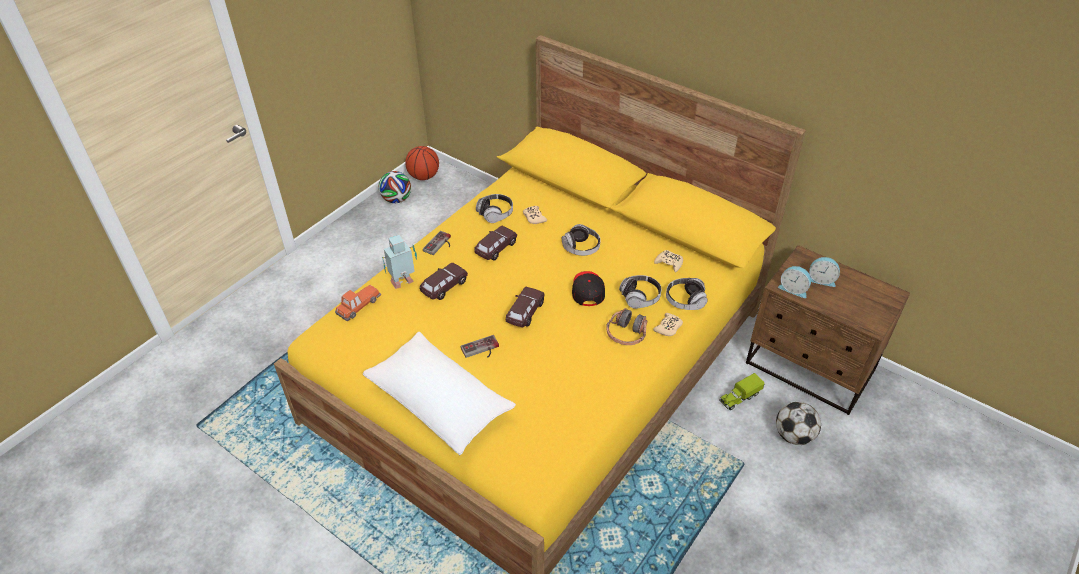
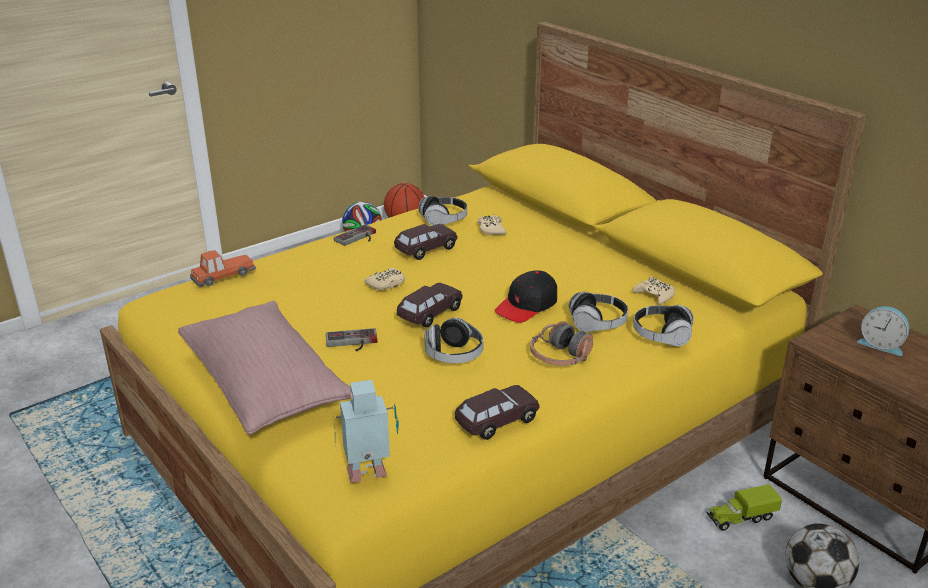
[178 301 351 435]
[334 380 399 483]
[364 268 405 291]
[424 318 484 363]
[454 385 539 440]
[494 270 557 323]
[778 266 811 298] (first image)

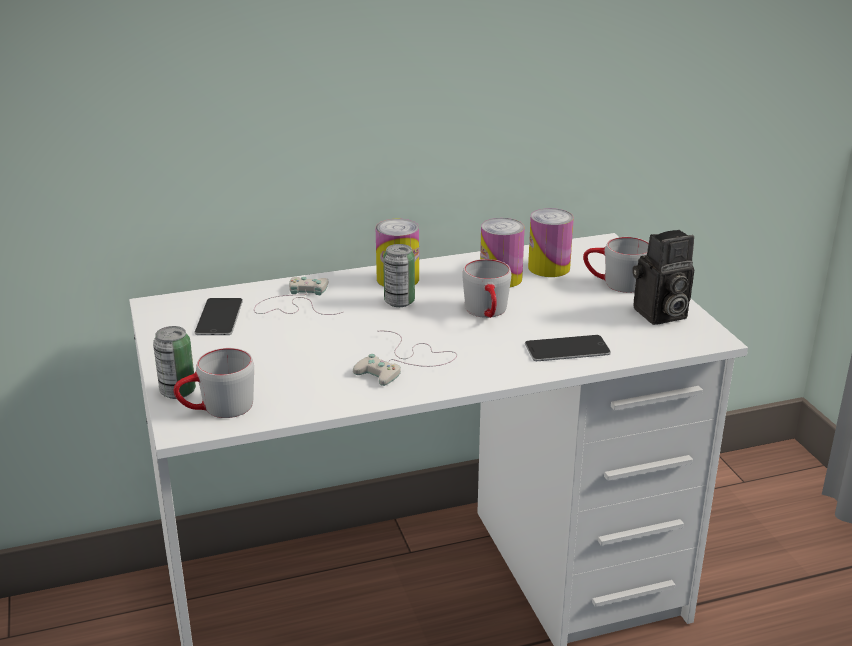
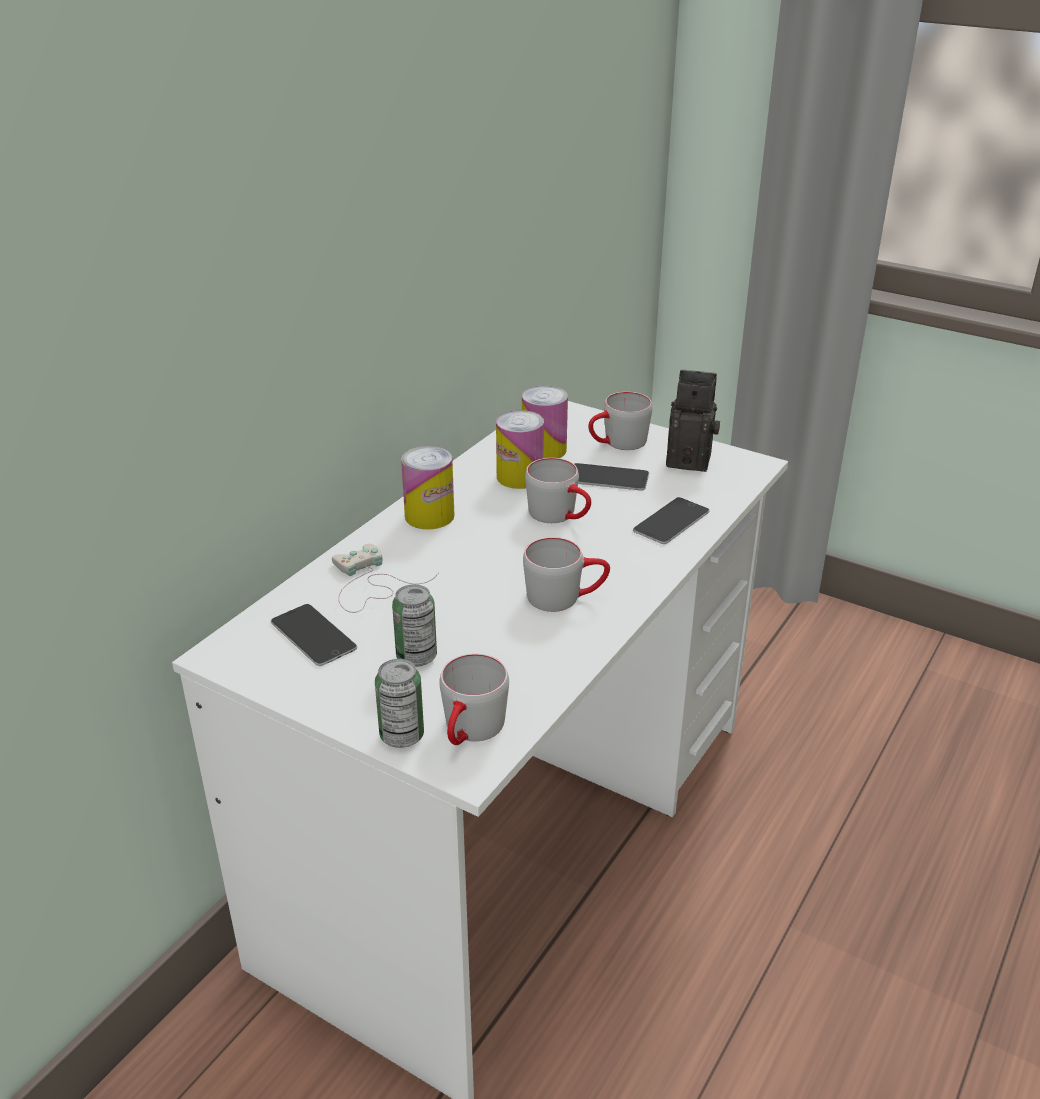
[392 584 437 667]
[523 537 610 612]
[574 463 649 491]
[666 370 720 472]

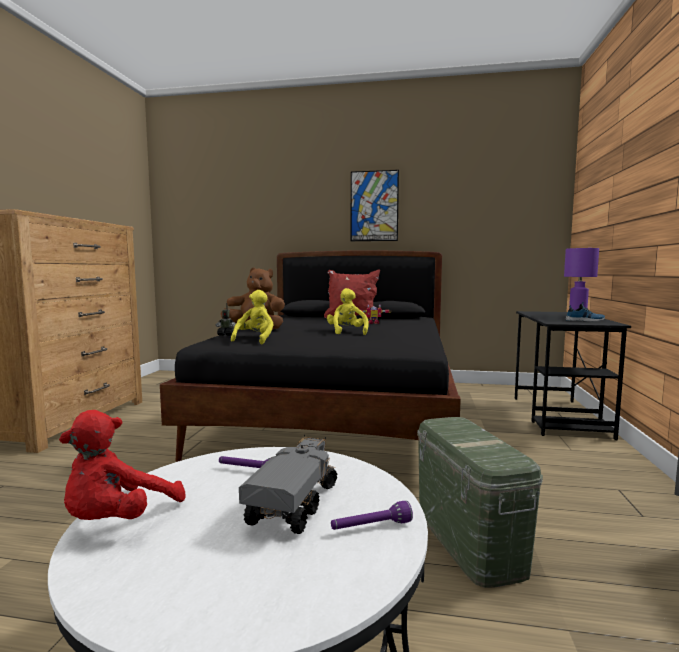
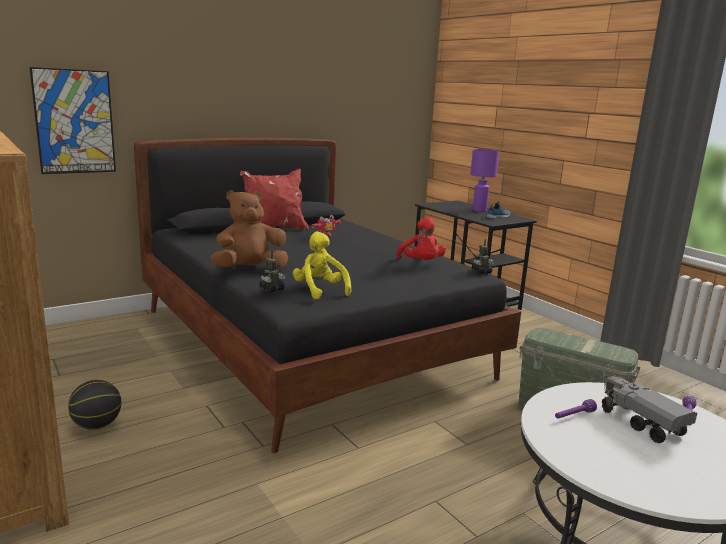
[30 67 116 174]
[68 380 121 430]
[397 217 446 260]
[472 239 495 274]
[327 288 369 335] (first image)

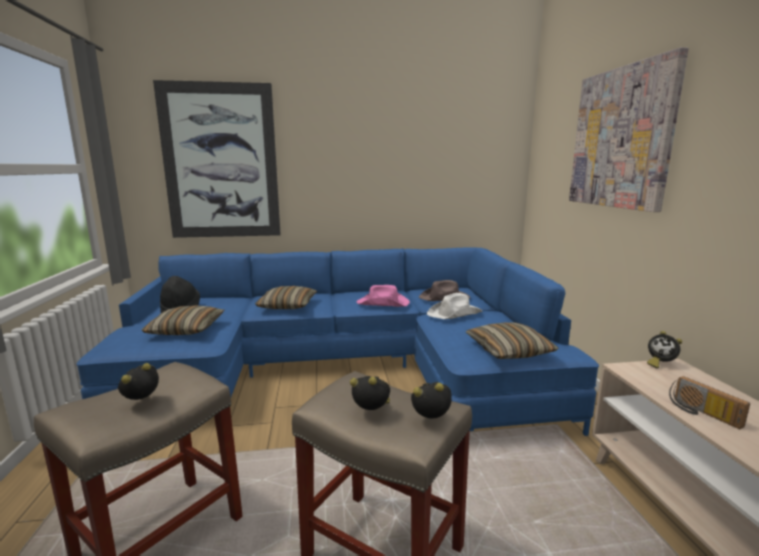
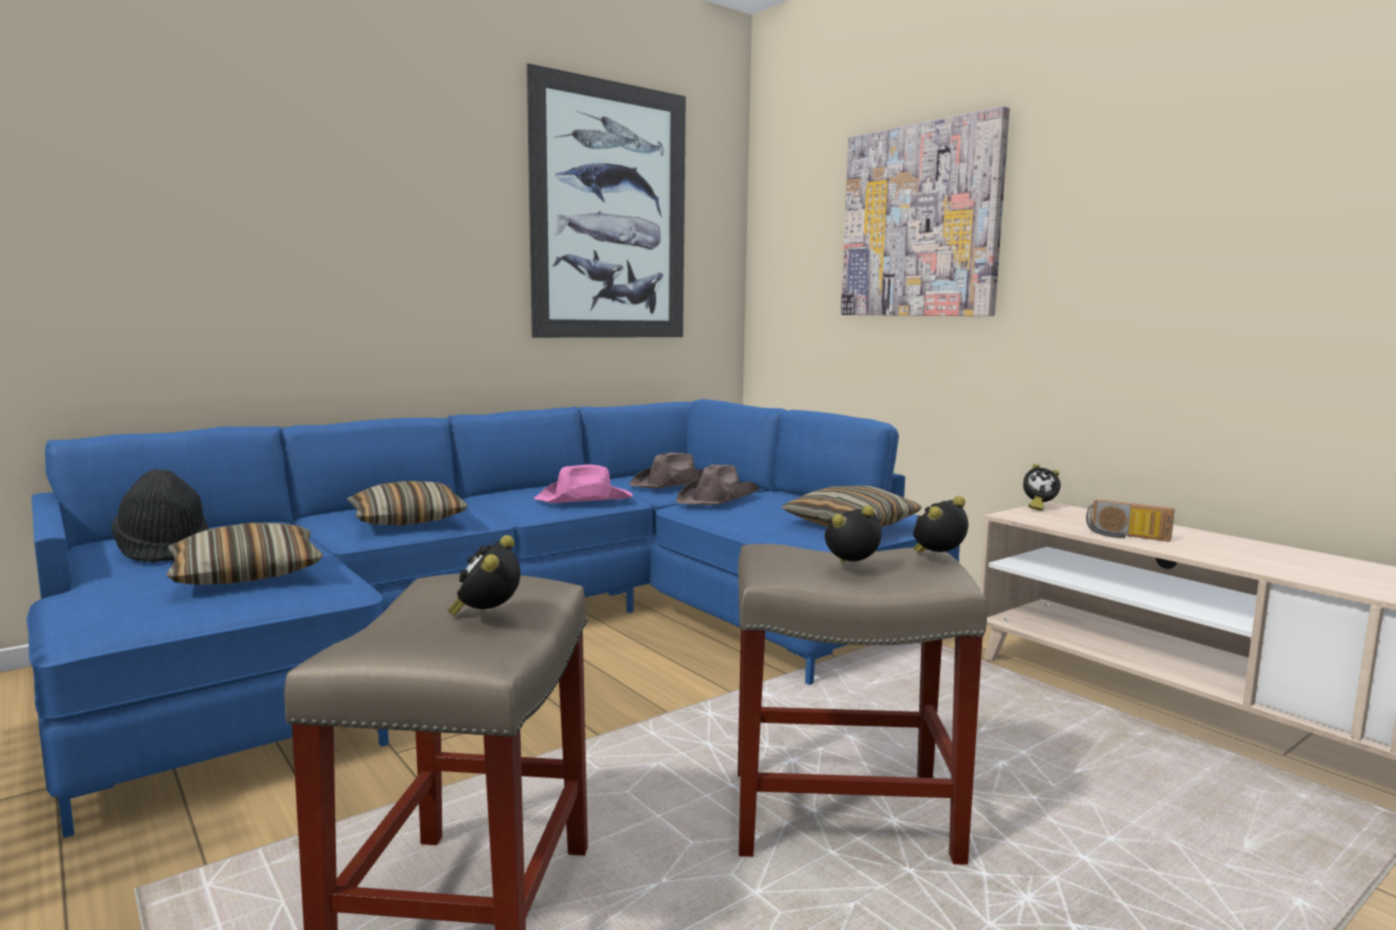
[527 63 686 338]
[676 465 759 505]

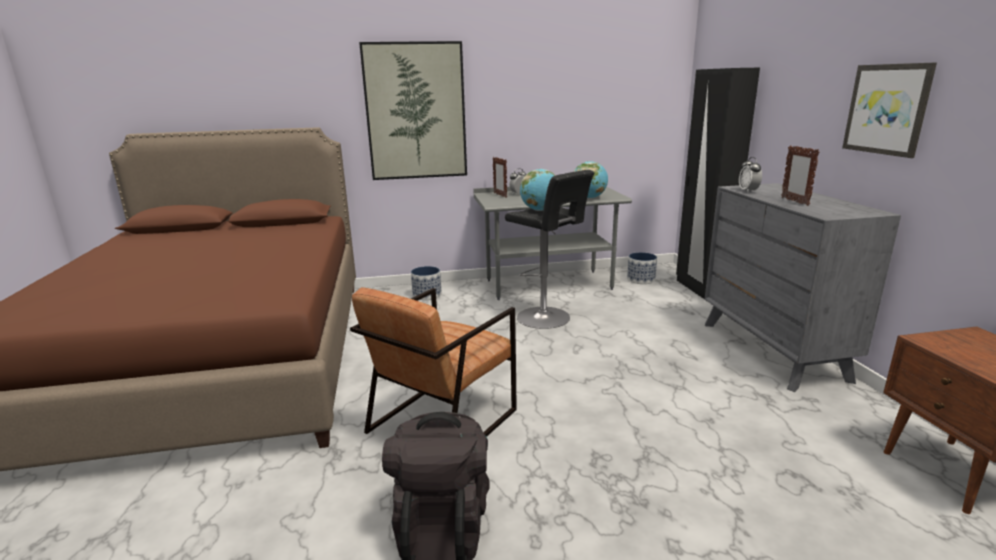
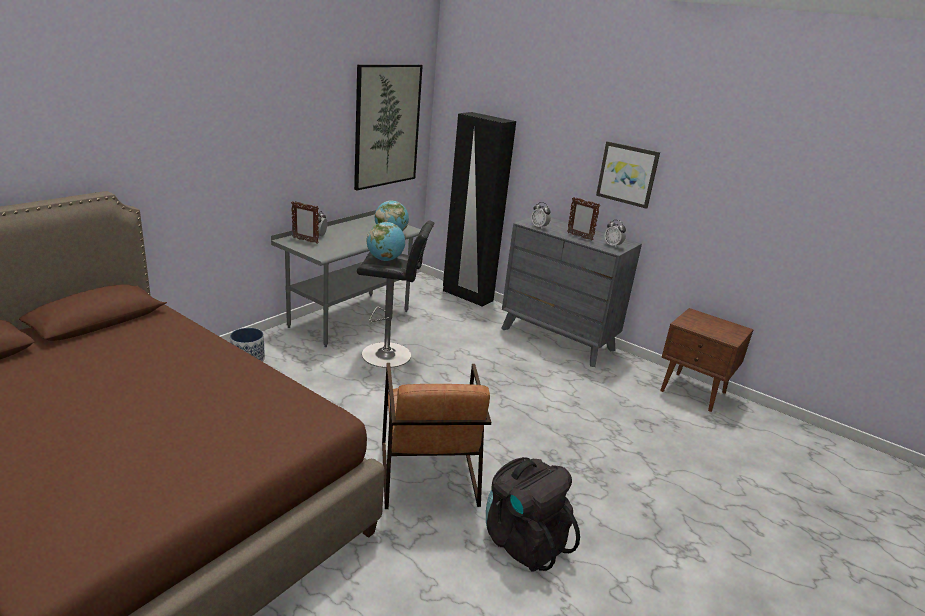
[354 64 423 190]
[605 220 626 247]
[627 252 657 284] (first image)

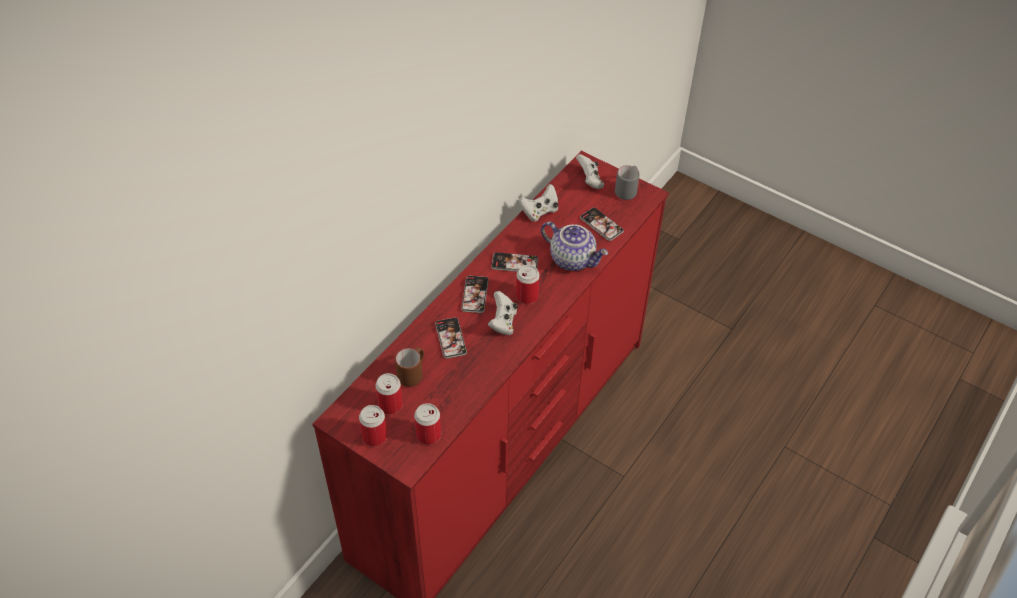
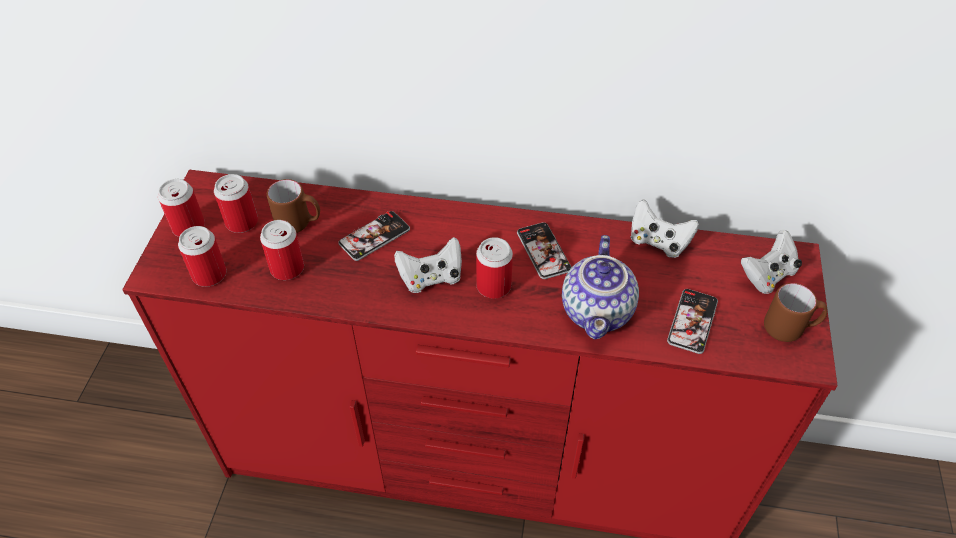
[260 220 304 280]
[764 283 828 342]
[461 276 489 313] (first image)

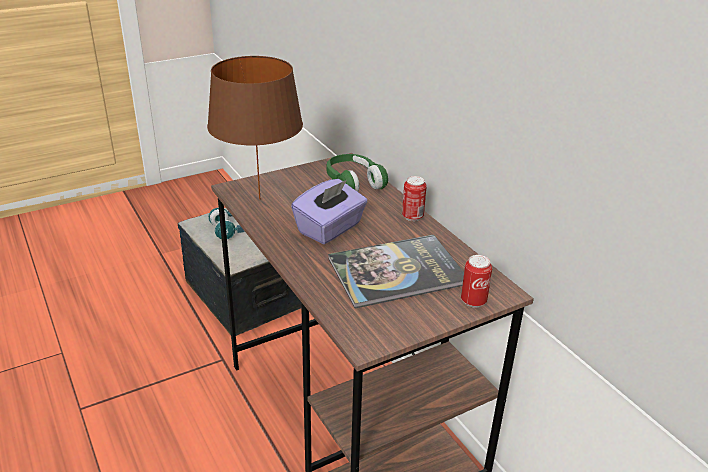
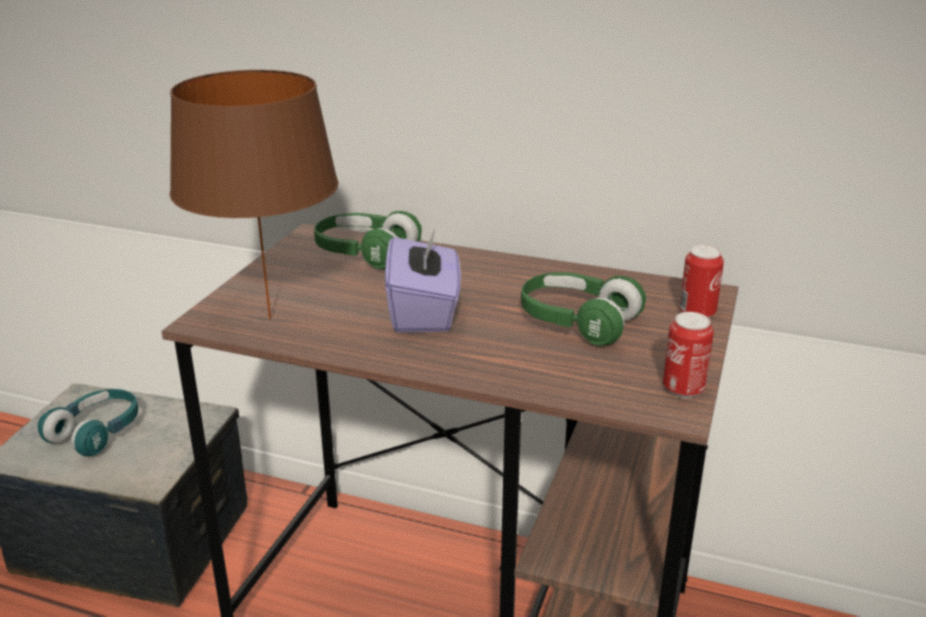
[521 272 646 346]
[663 312 714 398]

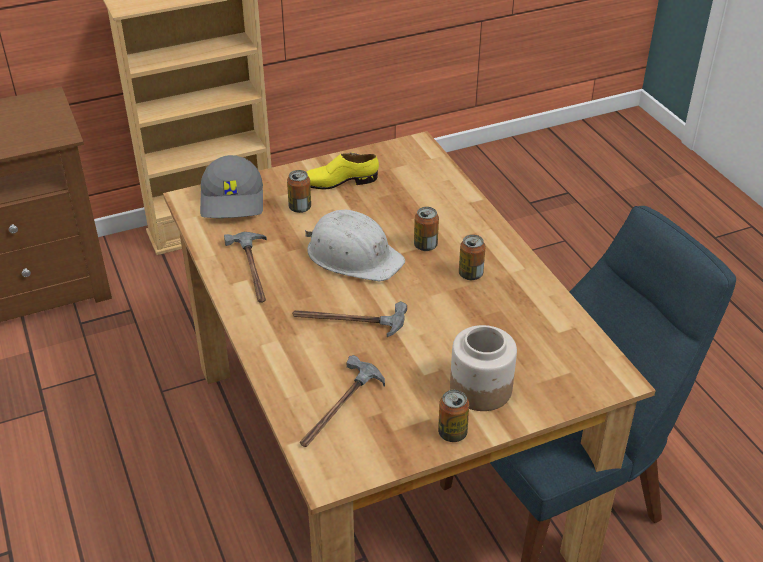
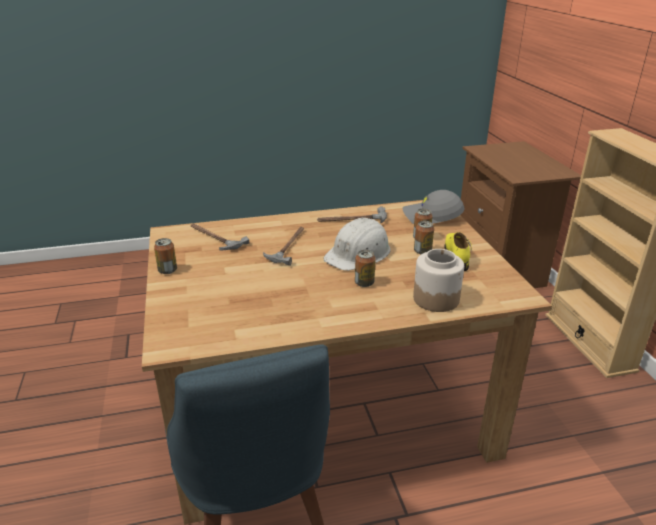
[413 249 464 312]
[414 221 434 254]

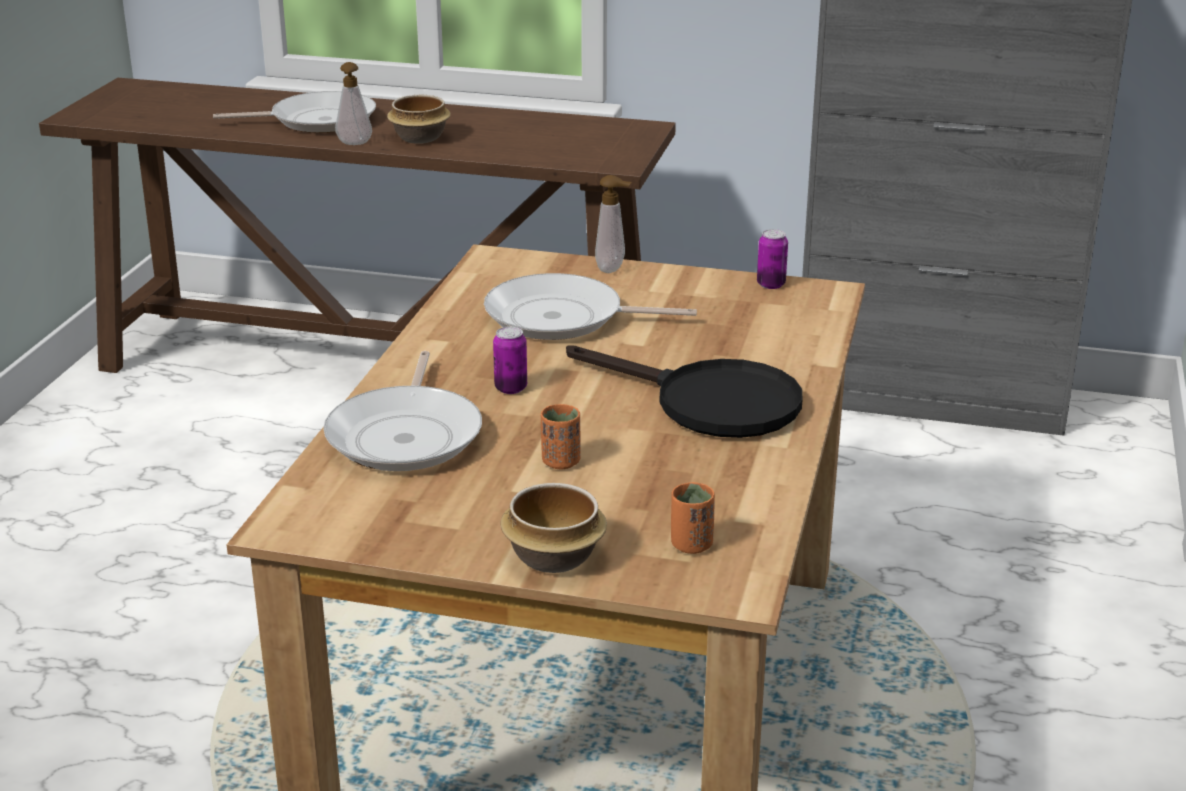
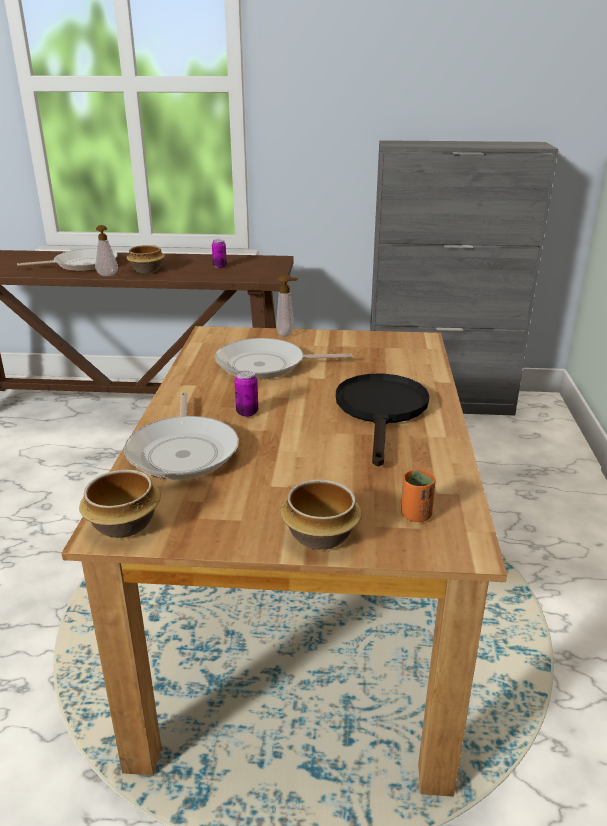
[79 470 161 538]
[212 239 227 268]
[336 374 429 466]
[541 404 581 469] (first image)

